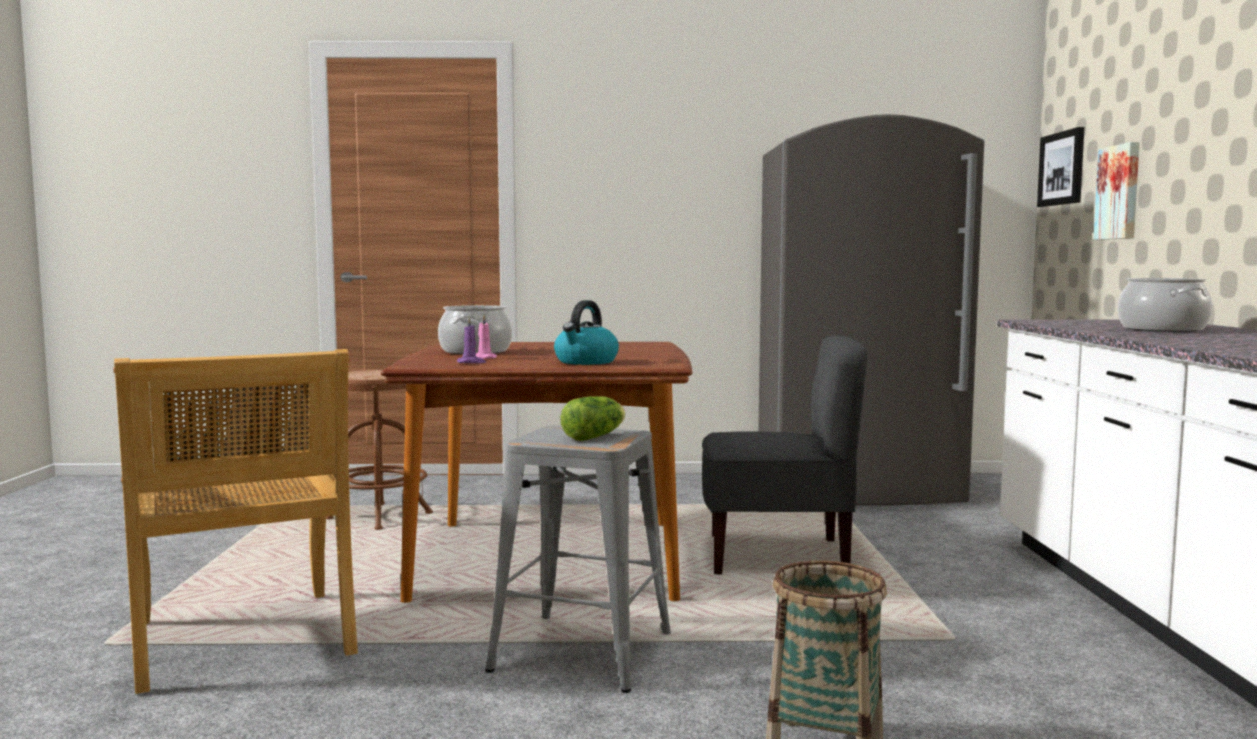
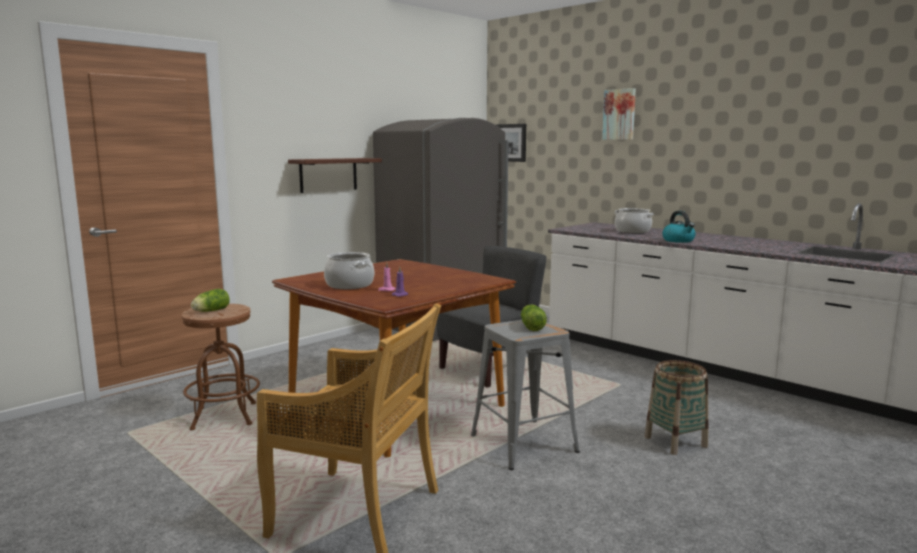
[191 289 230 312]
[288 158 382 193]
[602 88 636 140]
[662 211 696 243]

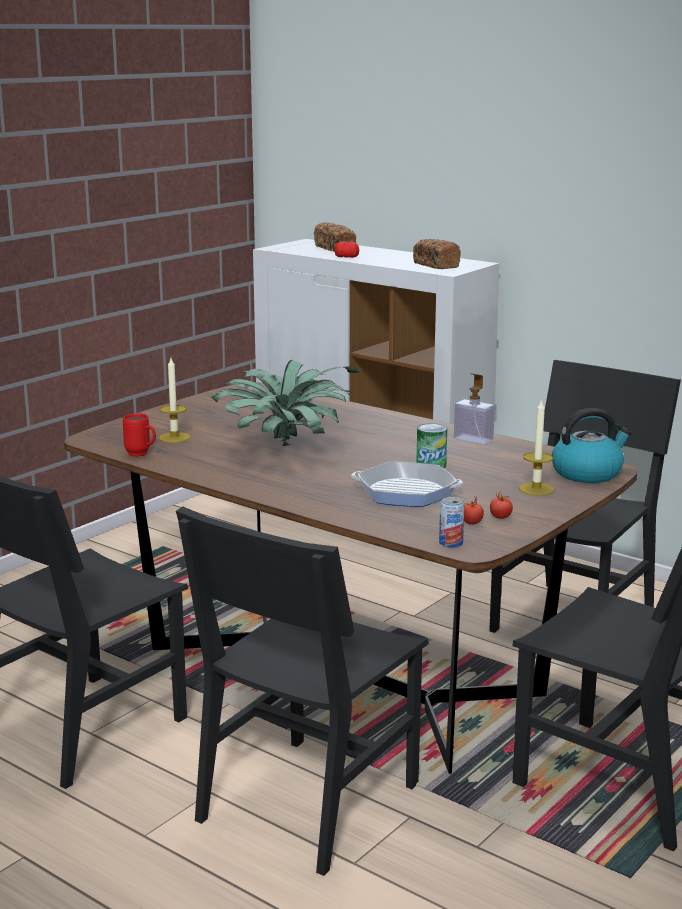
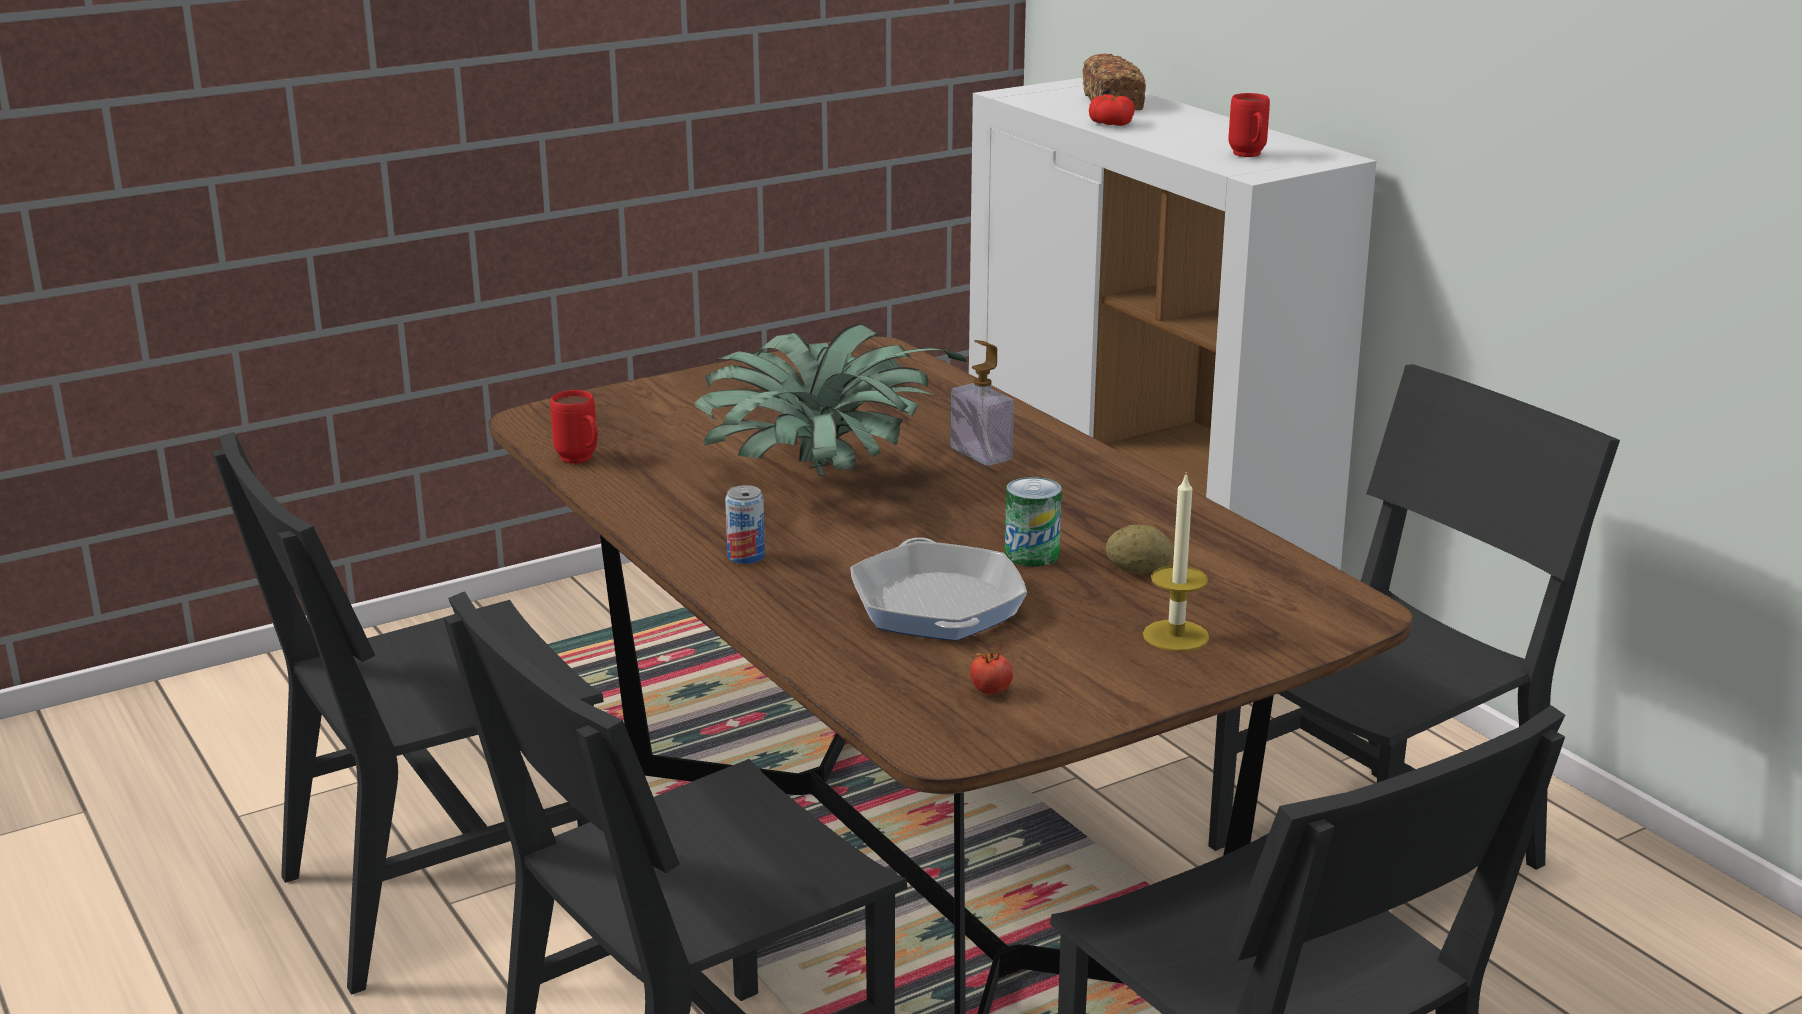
[725 485 765 564]
[850 538 1027 641]
[951 340 1014 466]
[1106 525 1174 574]
[1229 93 1270 157]
[159 358 190 443] (first image)
[490 491 513 519] (first image)
[552 408 632 483] (first image)

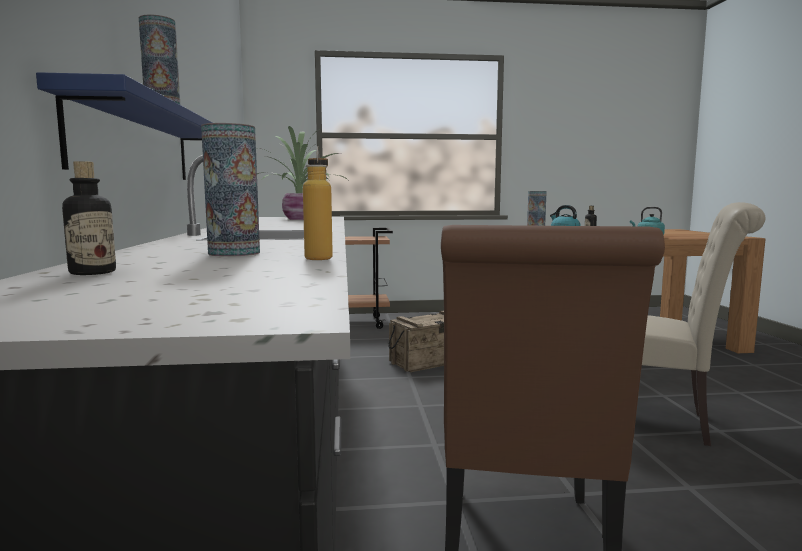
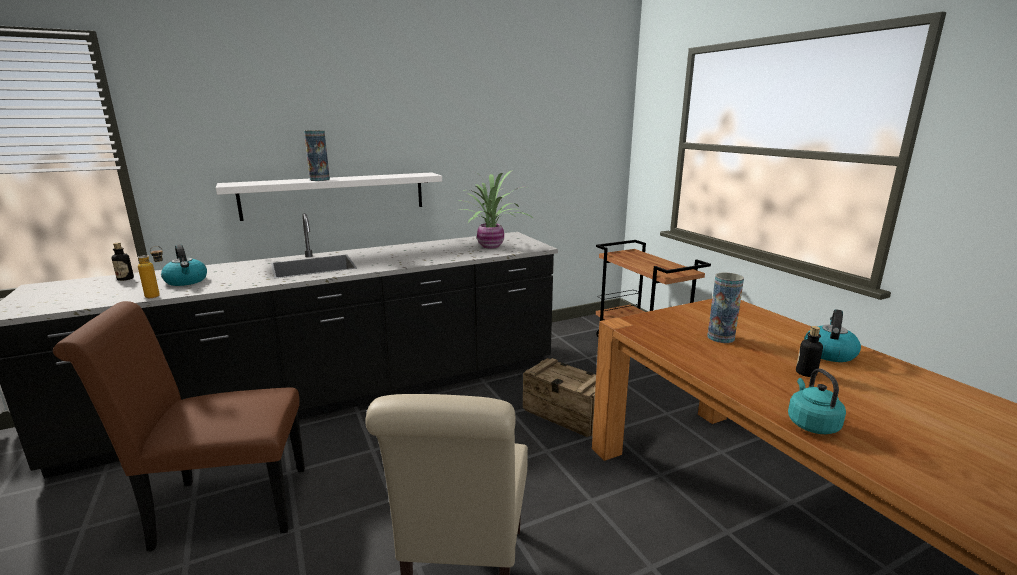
[161 244 207 286]
[216 172 442 221]

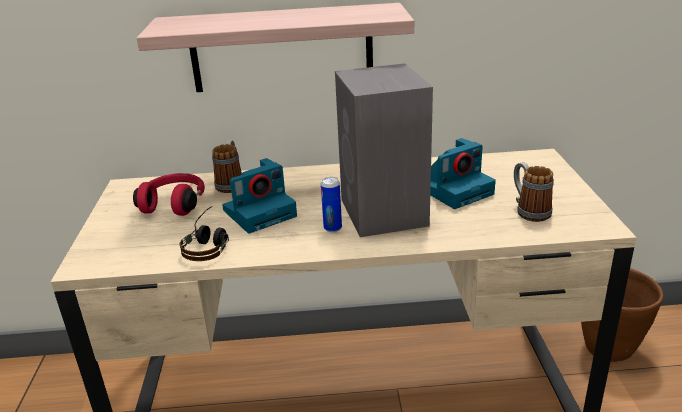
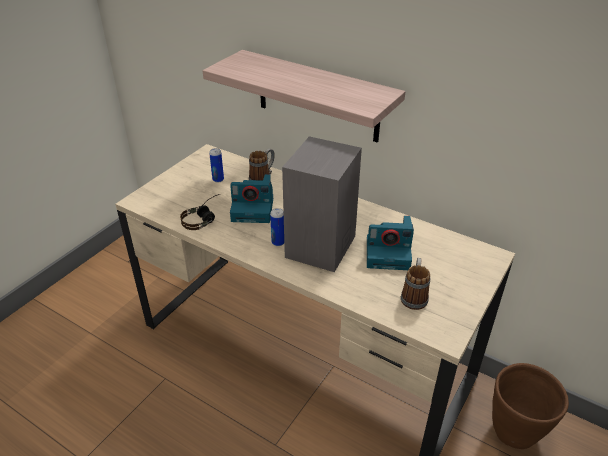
[209 148 224 183]

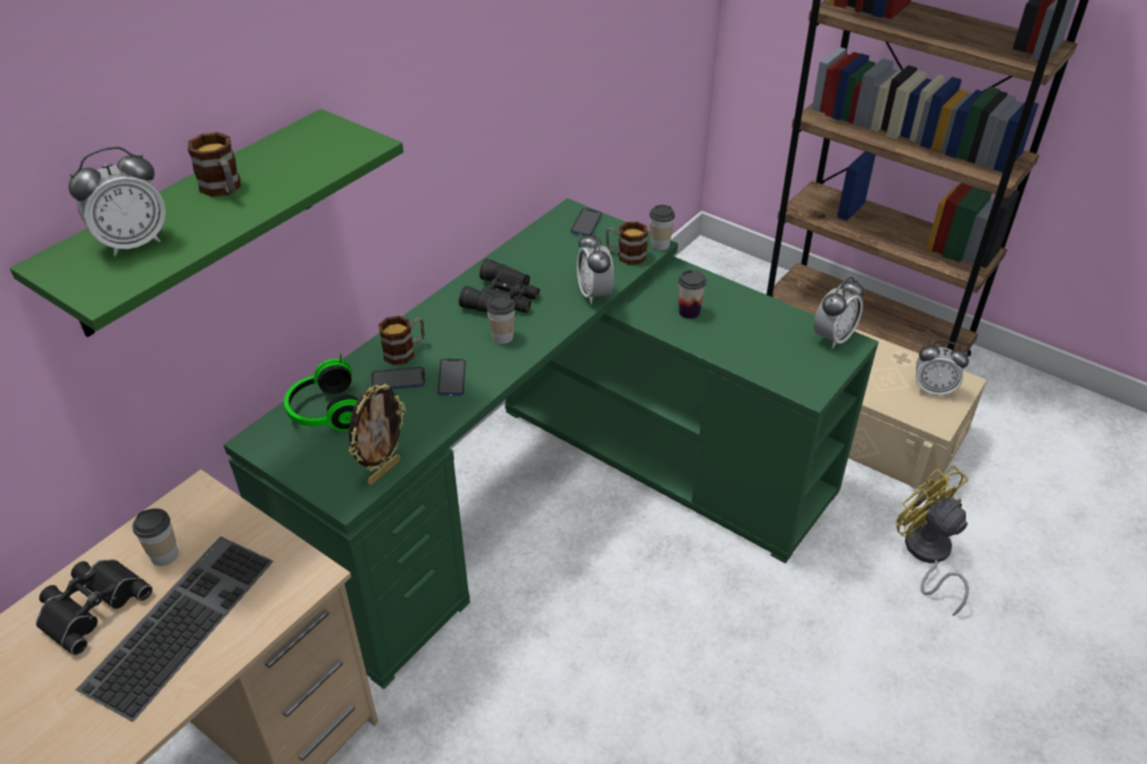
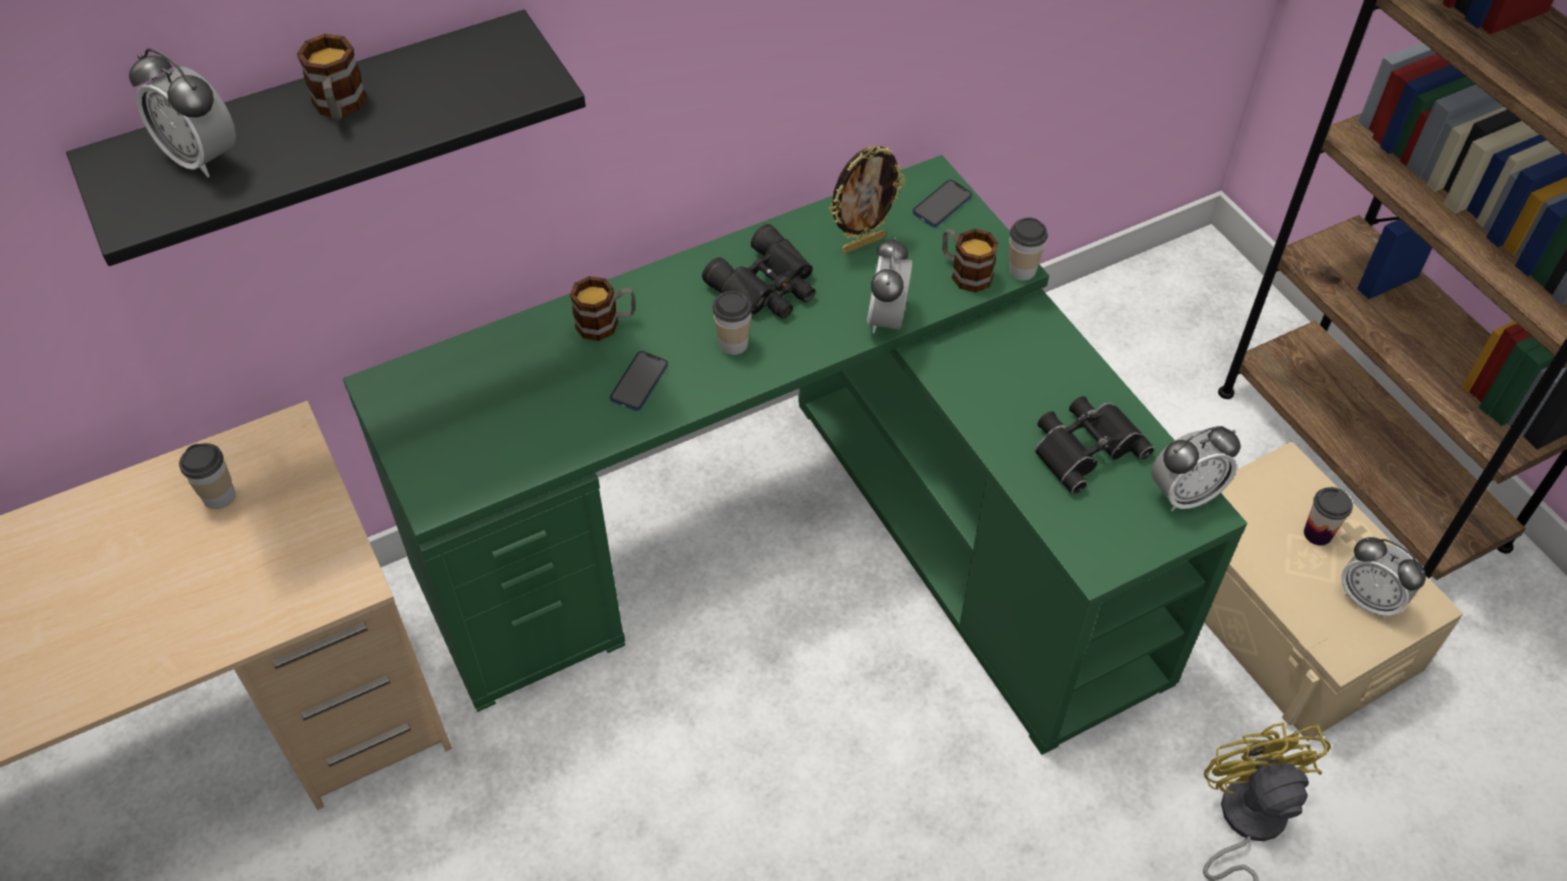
[66 10 586 266]
[129 48 236 177]
[829 146 905 254]
[1034 396 1154 494]
[1304 487 1353 546]
[76 536 274 722] (first image)
[284 353 358 431] (first image)
[372 367 425 390] (first image)

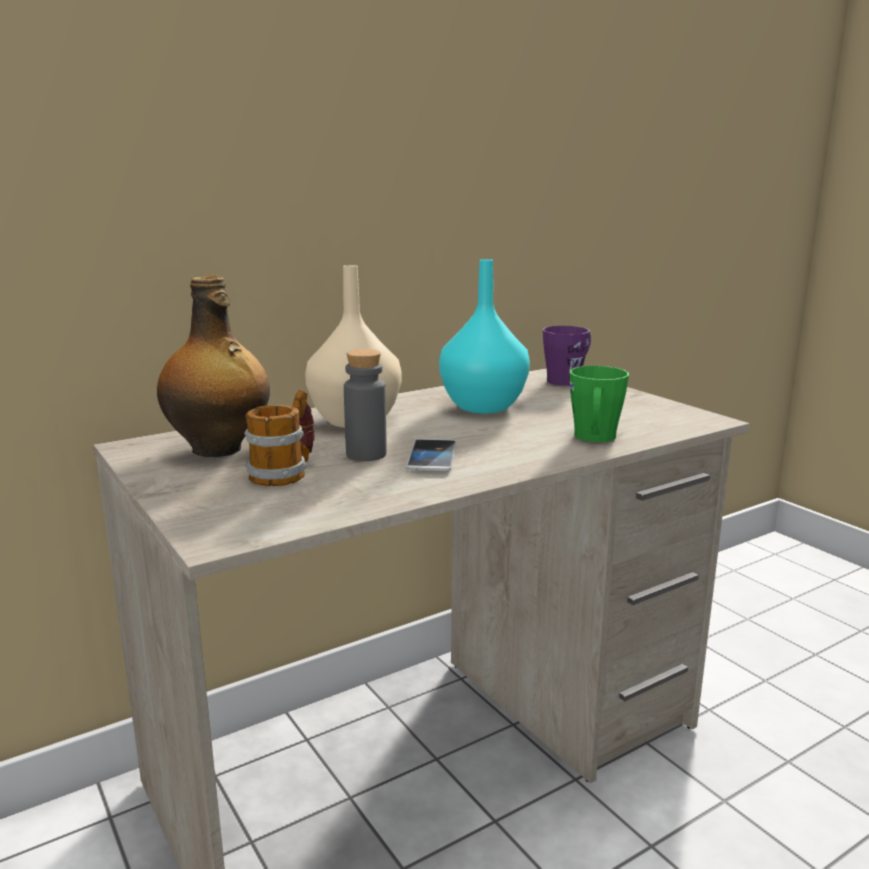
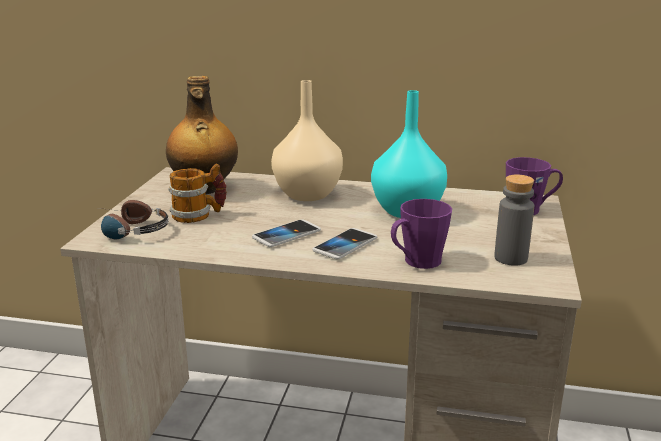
[96 200 169 239]
[312 228 378 260]
[391 199 452 269]
[494 175 534 266]

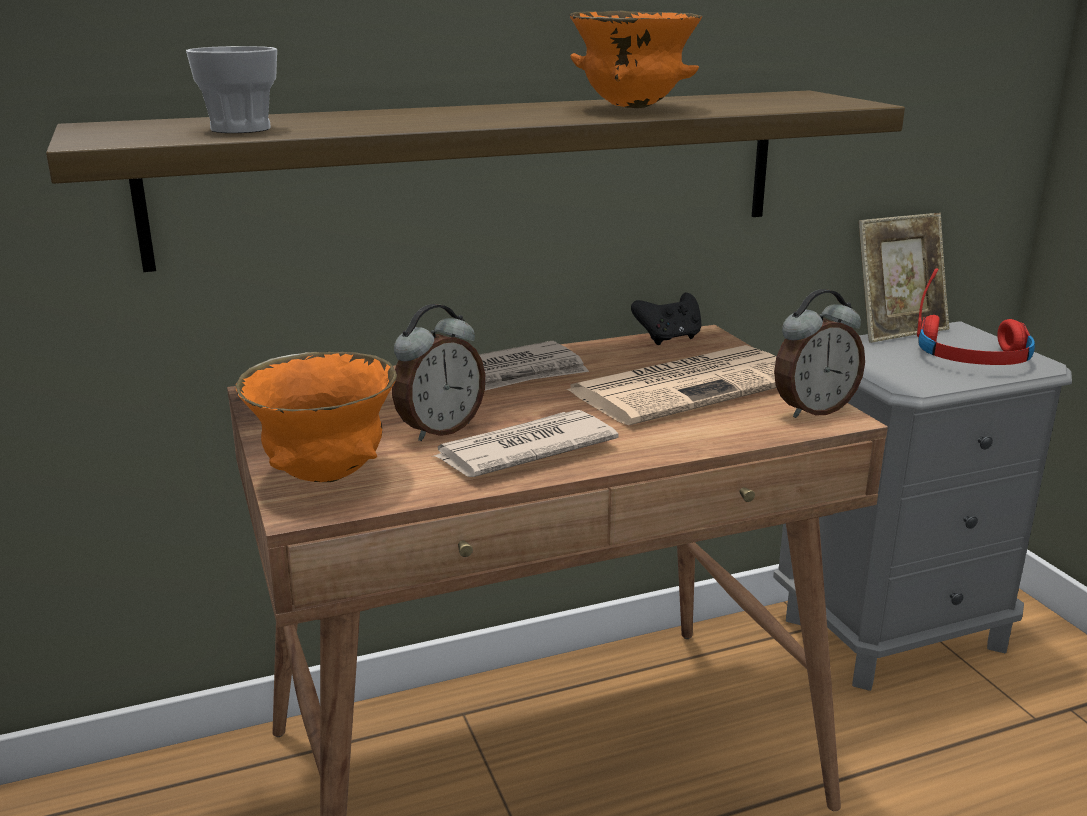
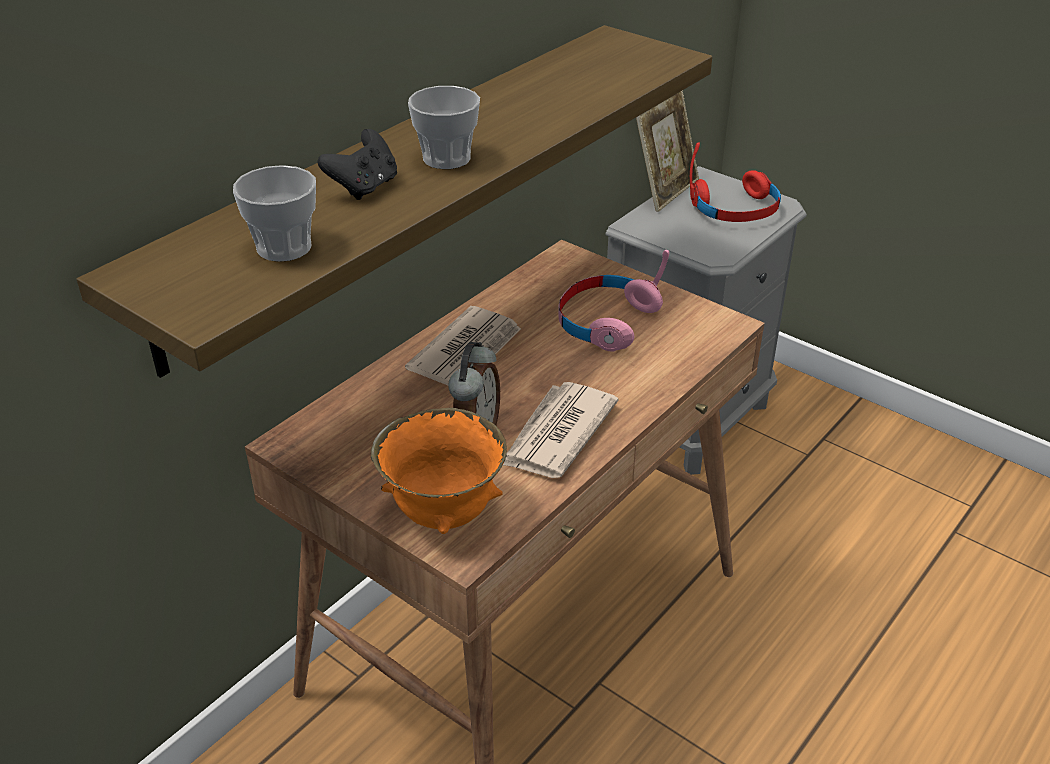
[317 129 397 200]
[408 86 480 169]
[558 250 669 351]
[570 11 702 108] (first image)
[774 289 865 418] (first image)

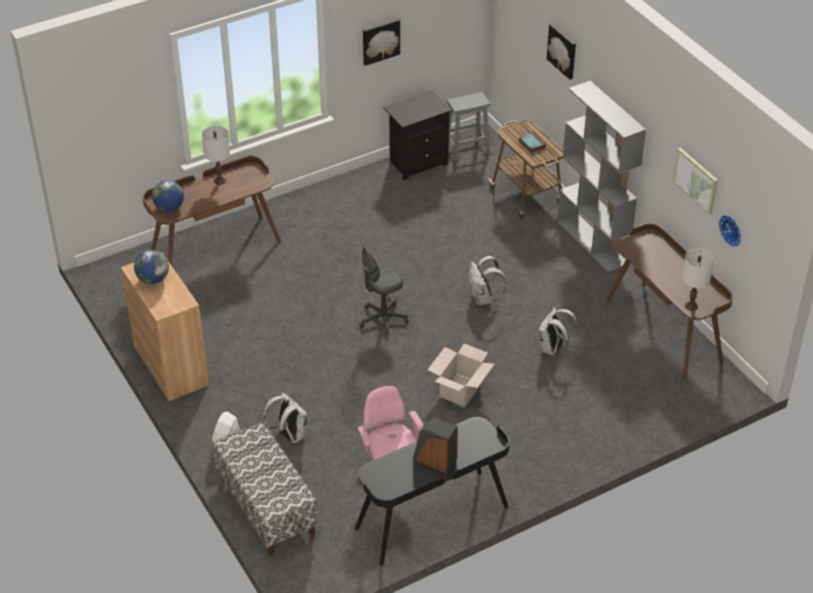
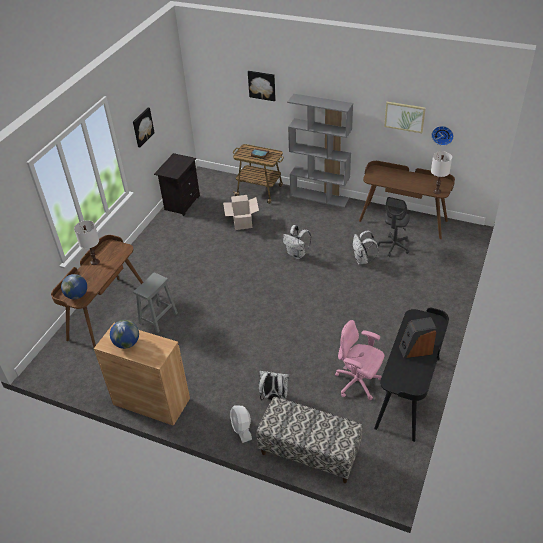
[133 272 178 333]
[223 195 259 230]
[377 197 410 257]

